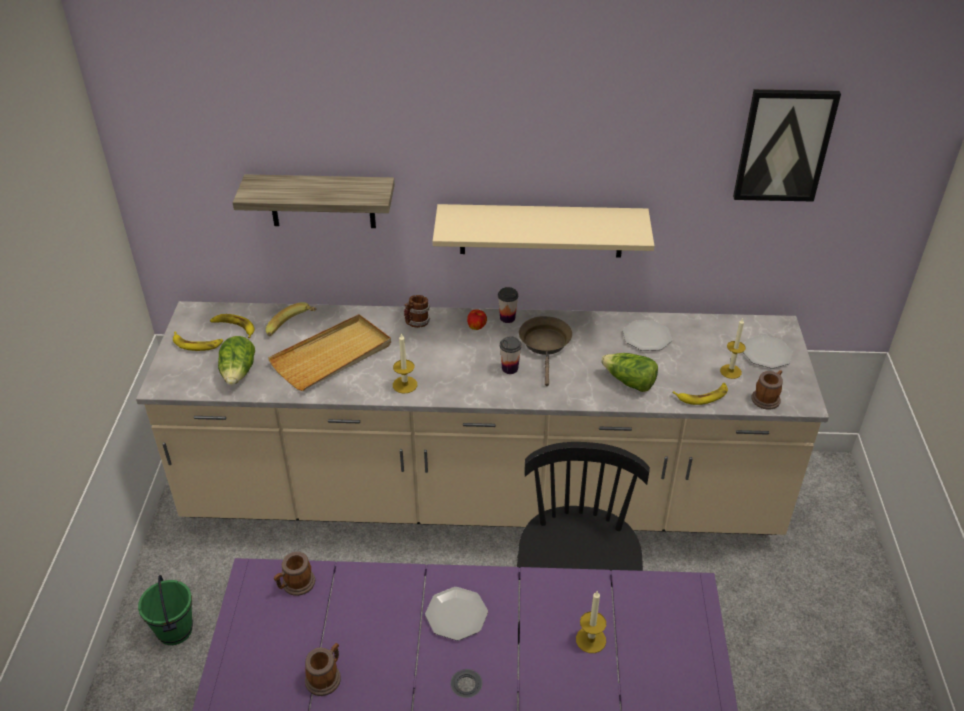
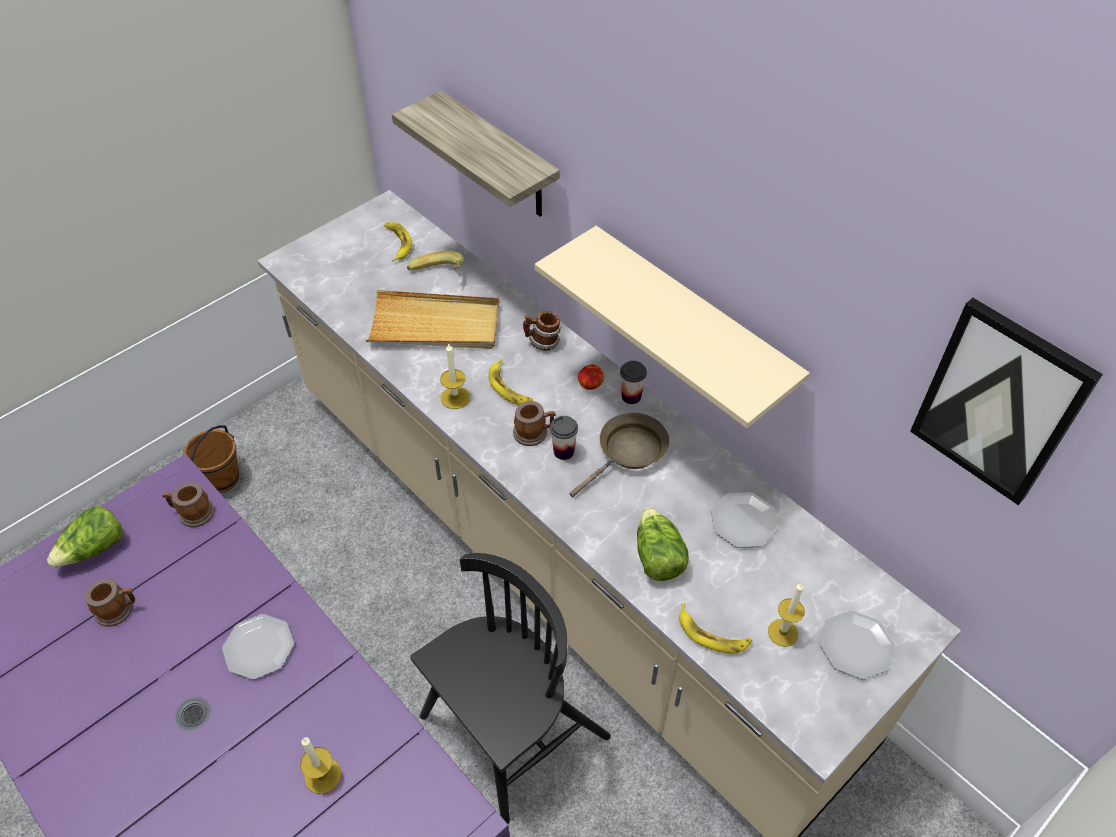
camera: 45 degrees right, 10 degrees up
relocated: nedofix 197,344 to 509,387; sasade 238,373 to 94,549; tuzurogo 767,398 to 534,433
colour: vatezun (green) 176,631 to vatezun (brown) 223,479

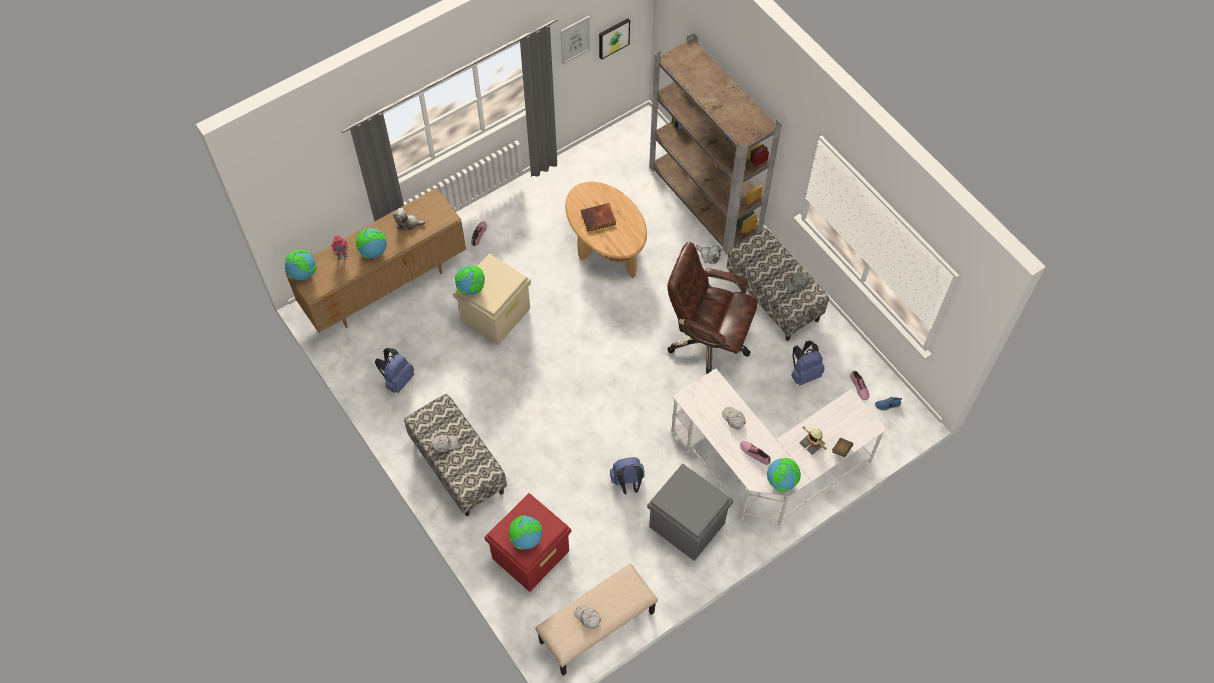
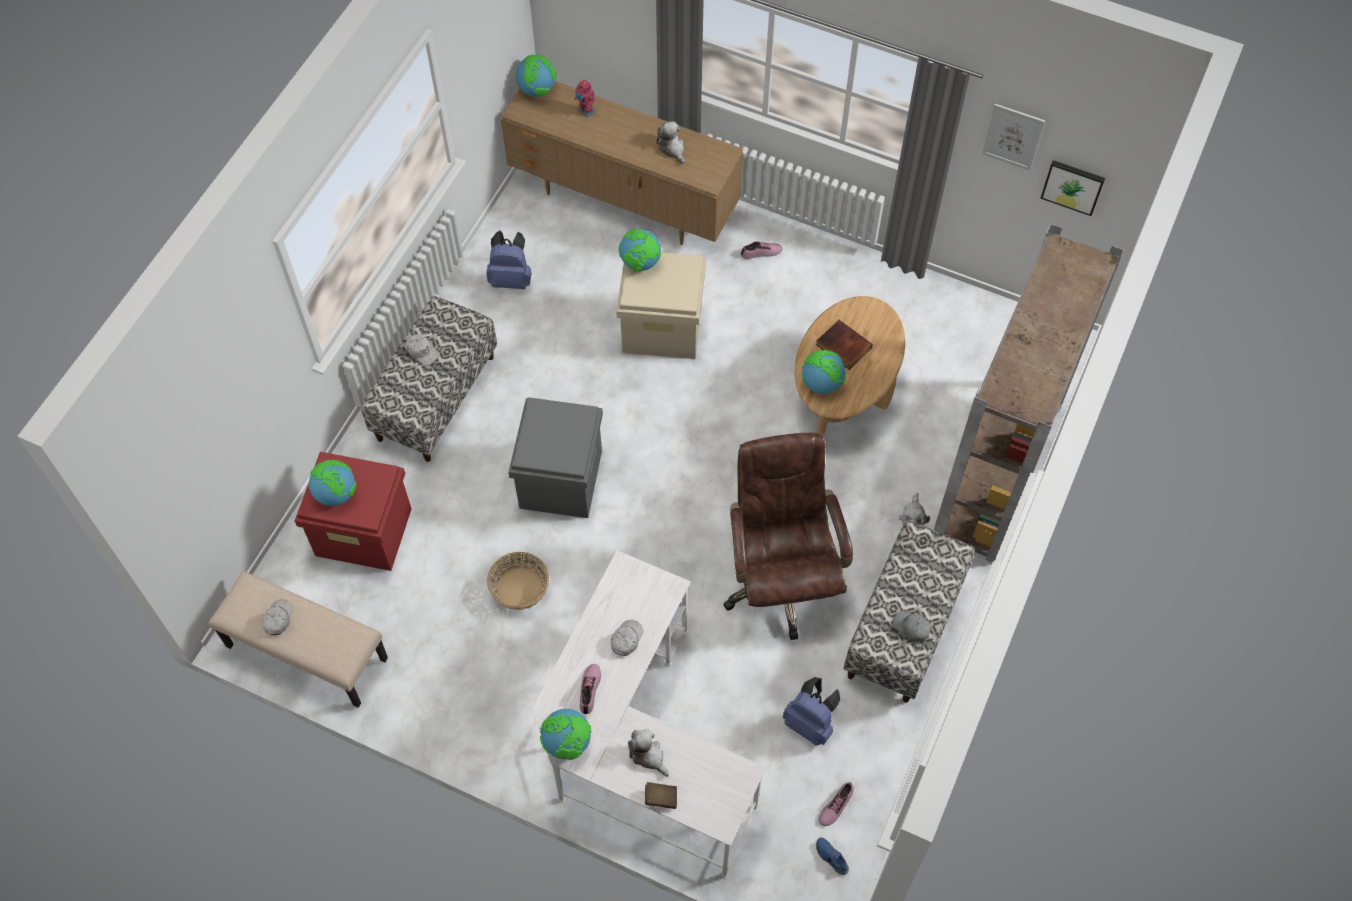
camera: 60 degrees right, 0 degrees up
relocated: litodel 373,251 to 821,383; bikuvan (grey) 686,525 to 560,478
exchanged: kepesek 812,443 to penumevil 648,755; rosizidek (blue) 627,482 to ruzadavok 519,588

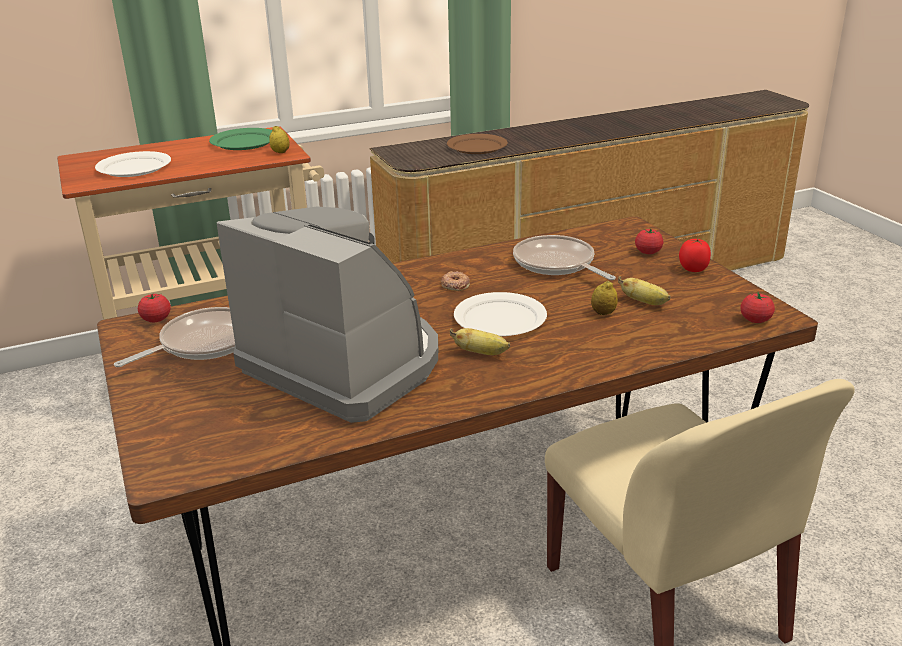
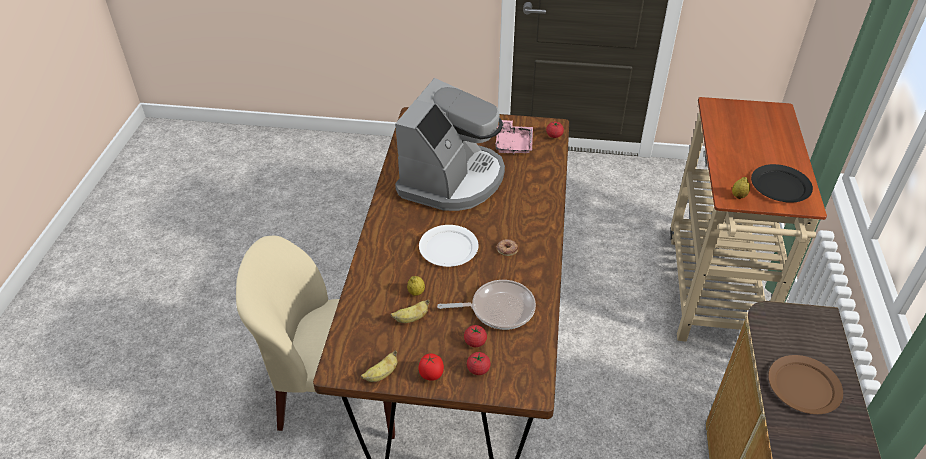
camera: 120 degrees right, 15 degrees up
missing: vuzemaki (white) 133,168
relocated: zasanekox 755,320 to 475,342; nedofix 481,353 to 381,375
exchanged: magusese 203,343 to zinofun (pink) 513,144
colour: vuzemaki (green) 244,142 to vuzemaki (black) 781,186
spun: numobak 345,364 = 452,179 45 degrees counterclockwise

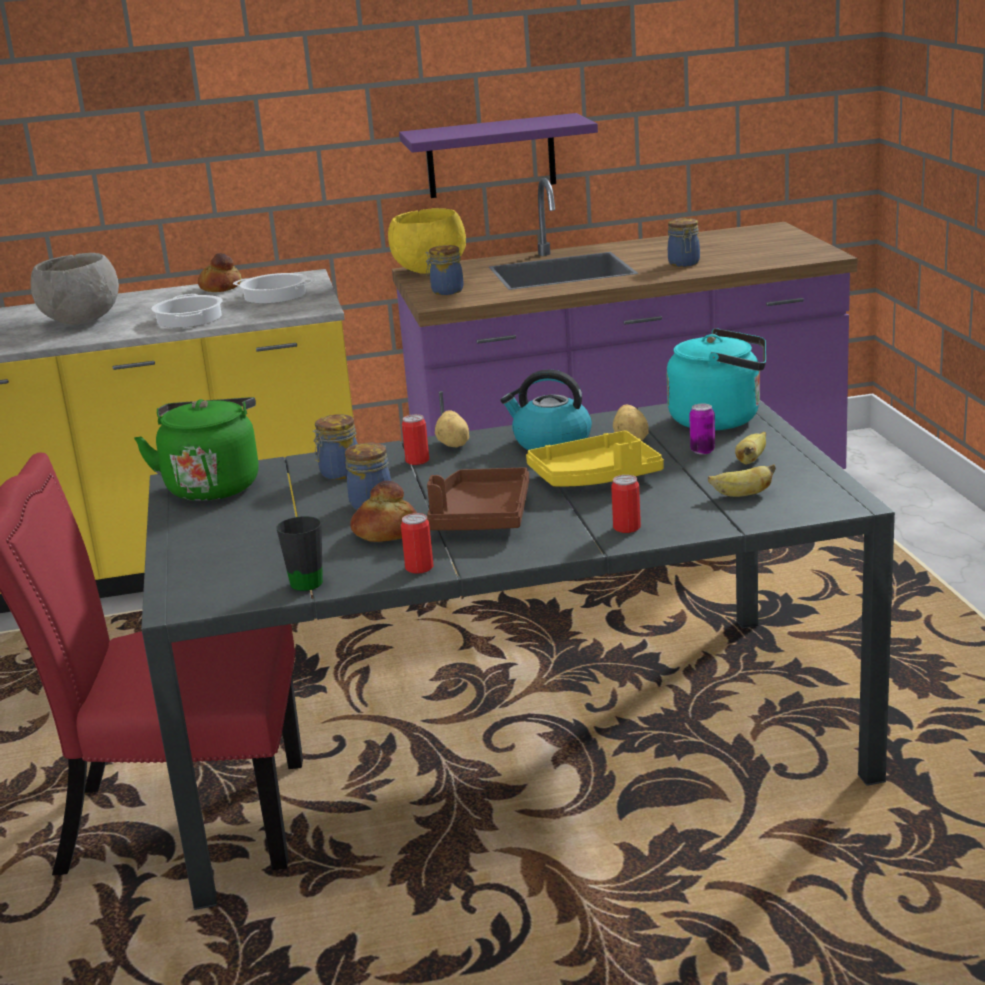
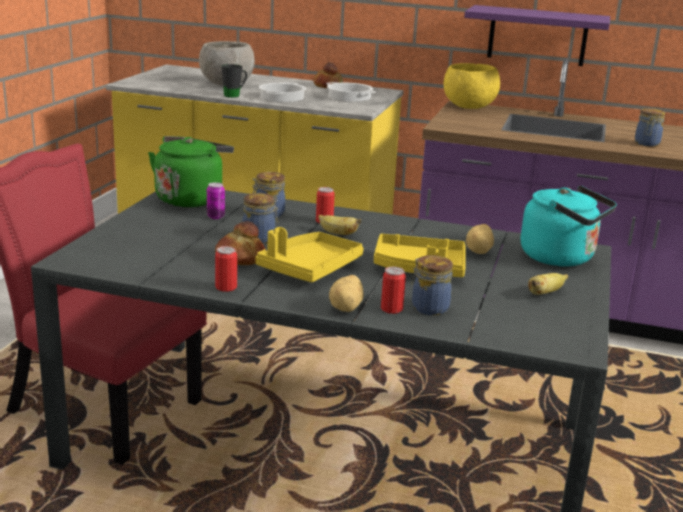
camera: 25 degrees right, 0 degrees up
missing: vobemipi 550,442
relocated: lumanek 446,291 to 428,307; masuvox 702,451 to 215,217; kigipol 454,444 to 347,308; nedofix 742,495 to 337,233; tuzurogo (black) 310,579 to 235,95
colour: zinofun (brown) 480,516 to zinofun (yellow) 309,268

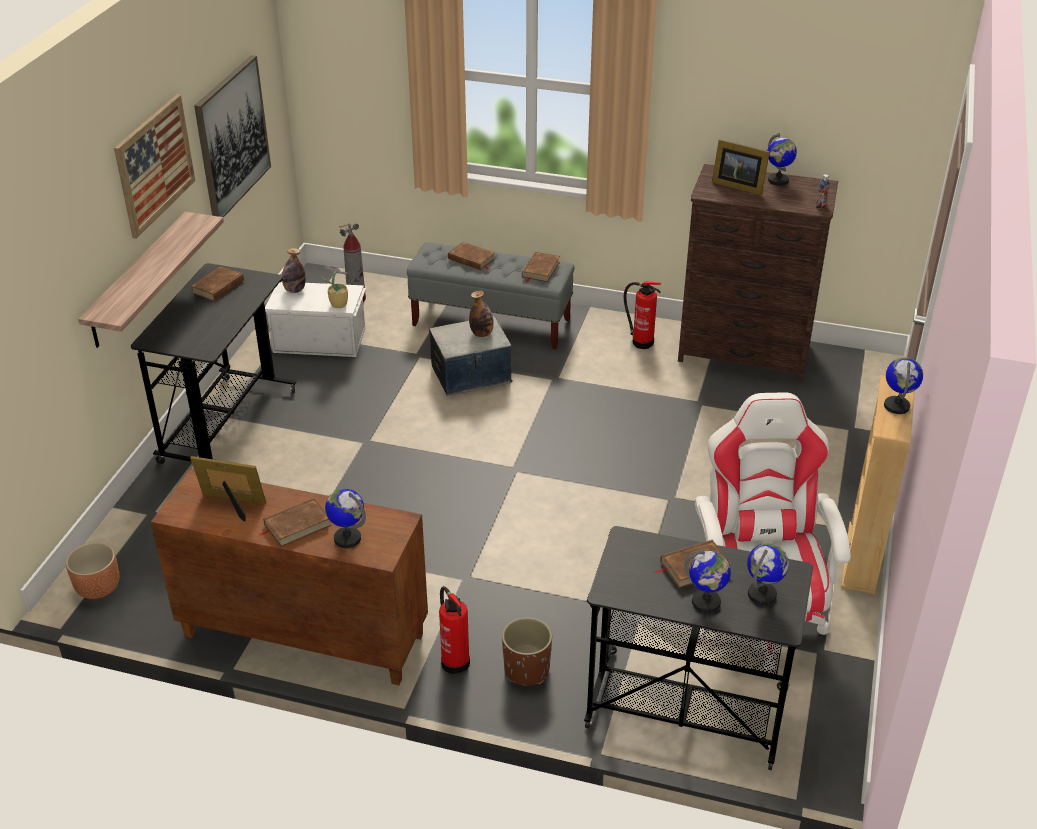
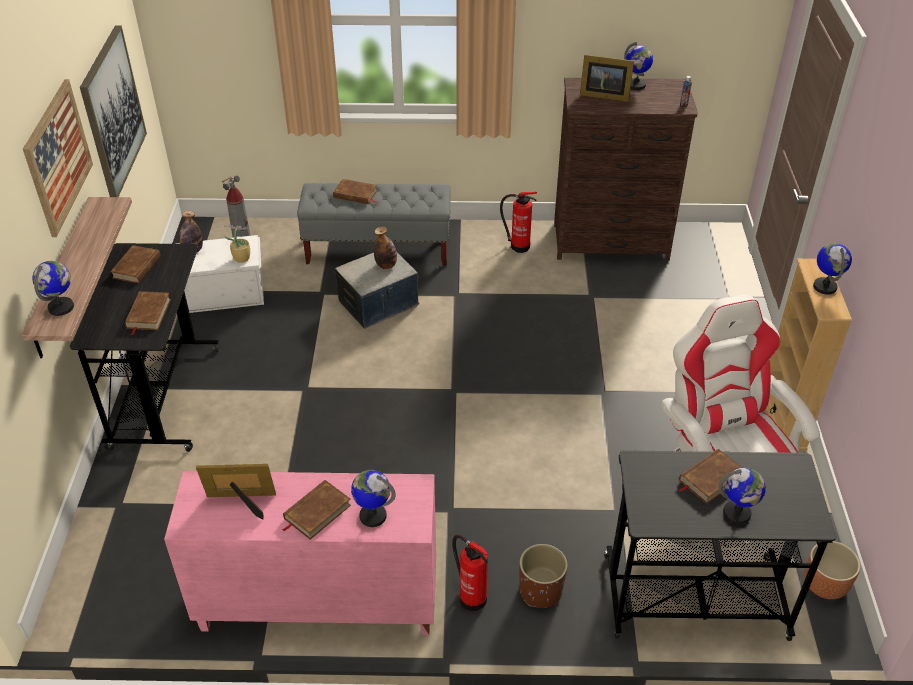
camera: 15 degrees left, 5 degrees up
relocated: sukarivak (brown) 540,270 to 148,314; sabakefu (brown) 98,588 to 825,585; litodel 762,594 to 61,307
colour: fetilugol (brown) 302,636 to fetilugol (pink) 317,604

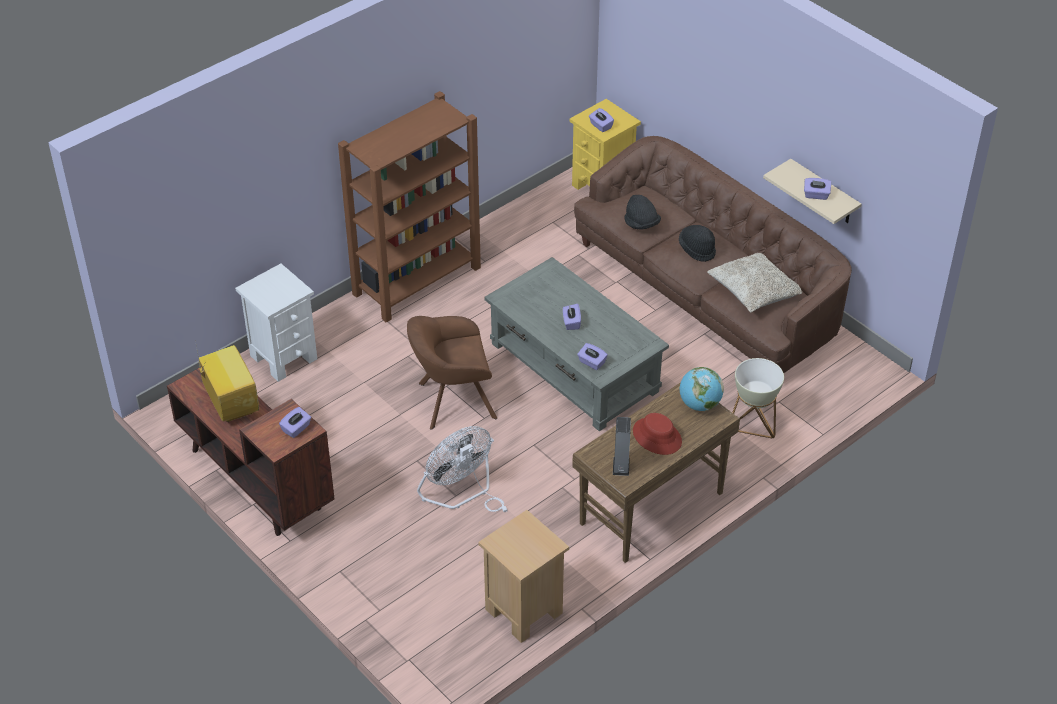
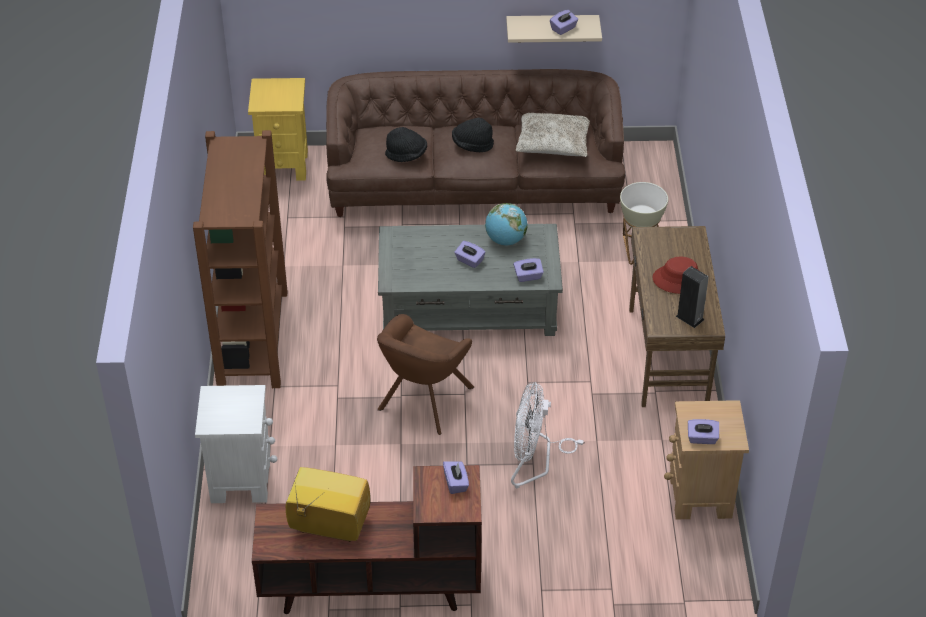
camera: 50 degrees left, 0 degrees up
relocated: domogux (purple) 600,126 to 702,438; litodel 699,404 to 506,240

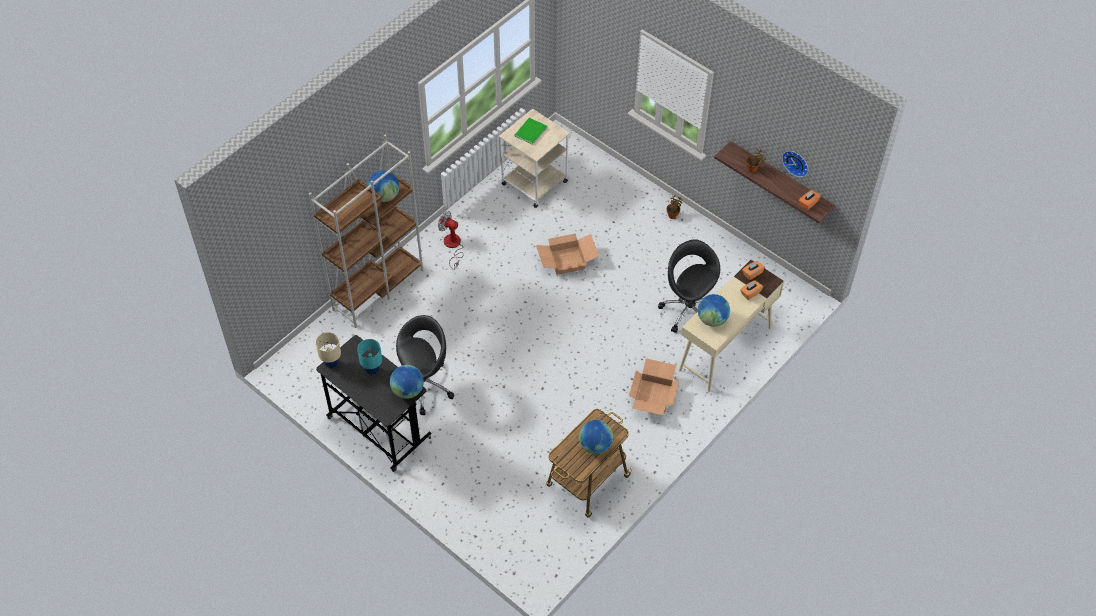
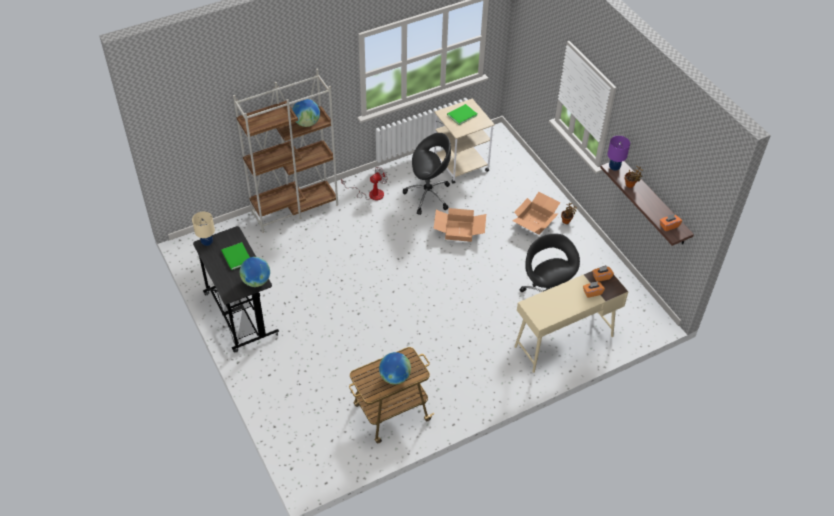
camera: 20 degrees right, 5 degrees down
missing: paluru 796,162; litodel 712,319
appeared: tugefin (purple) 614,168
relocated: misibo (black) 425,385 to 429,195; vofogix 652,395 to 534,220
exchanged: tugefin (turquoise) 372,371 to sukarivak (green) 236,257
spun: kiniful 452,246 = 370,194 90 degrees clockwise

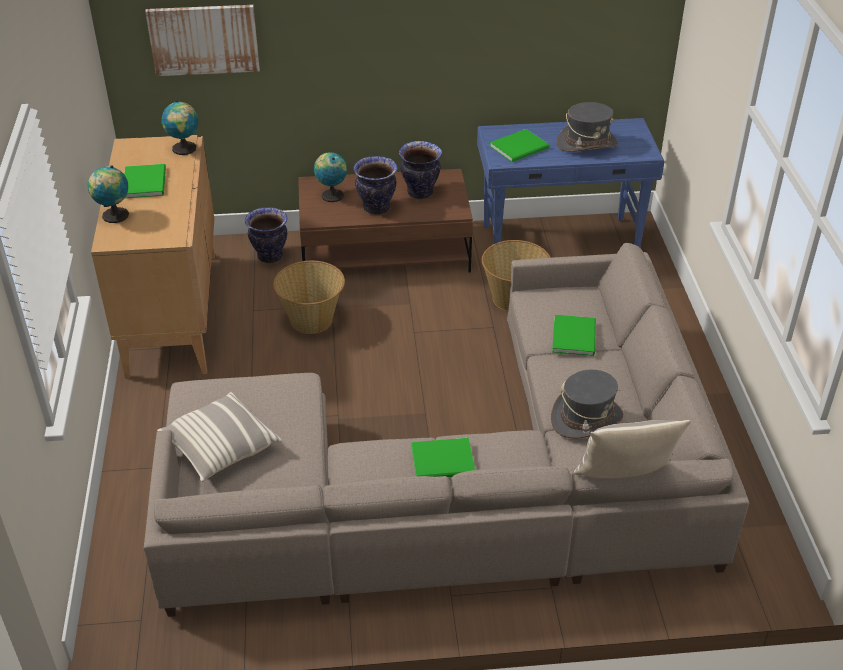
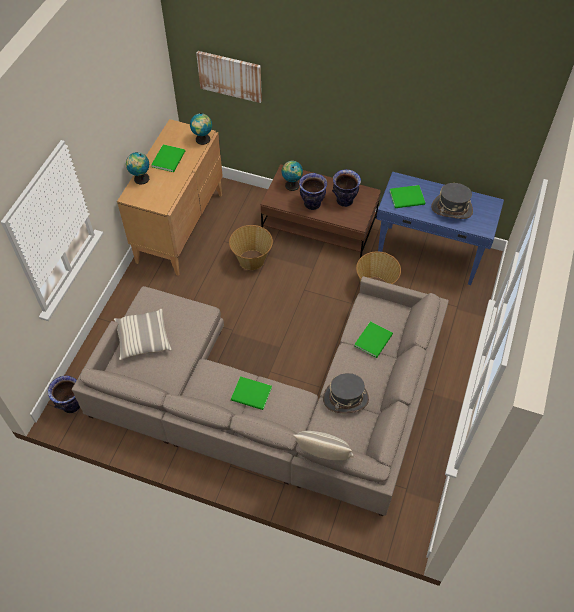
camera: 25 degrees right, 15 degrees up
relocated: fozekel 269,256 to 71,405

